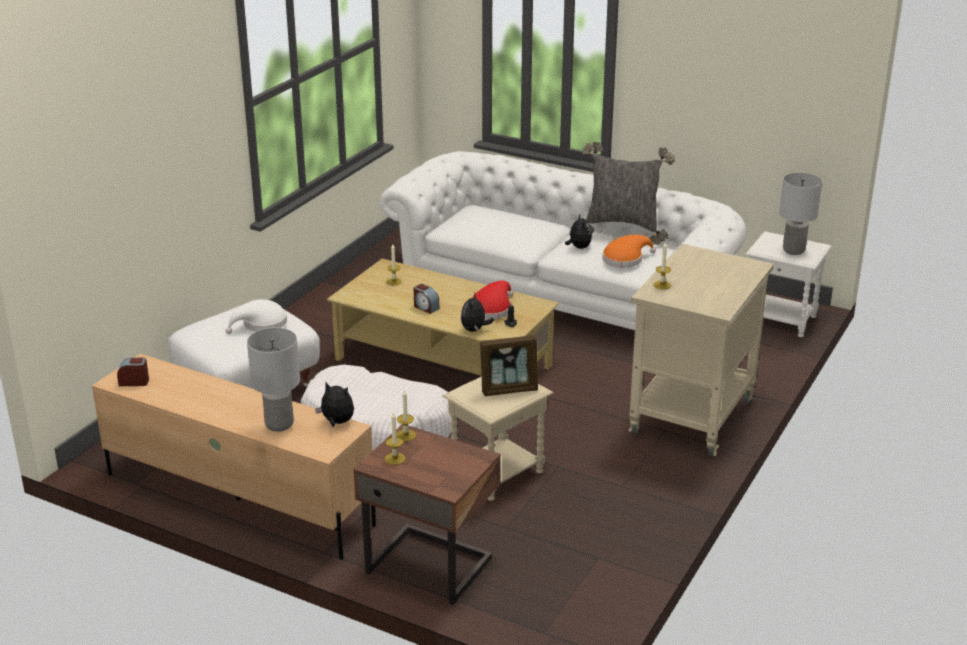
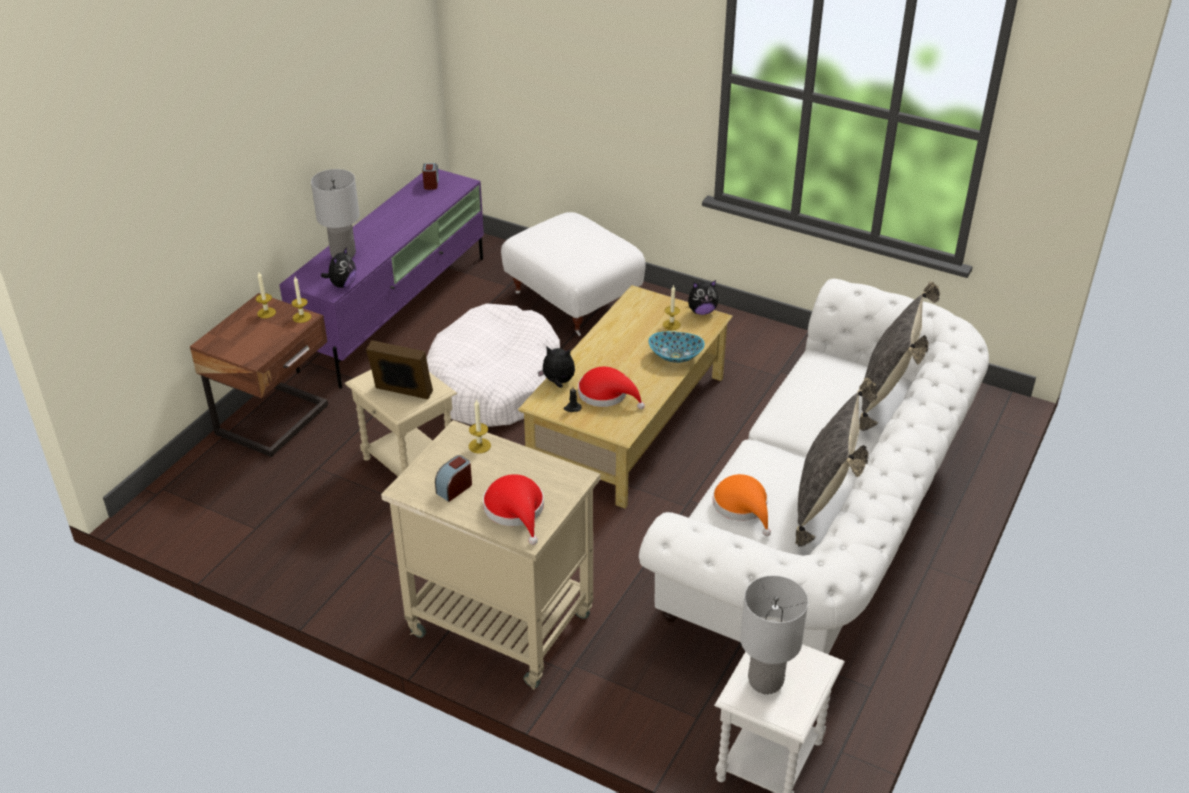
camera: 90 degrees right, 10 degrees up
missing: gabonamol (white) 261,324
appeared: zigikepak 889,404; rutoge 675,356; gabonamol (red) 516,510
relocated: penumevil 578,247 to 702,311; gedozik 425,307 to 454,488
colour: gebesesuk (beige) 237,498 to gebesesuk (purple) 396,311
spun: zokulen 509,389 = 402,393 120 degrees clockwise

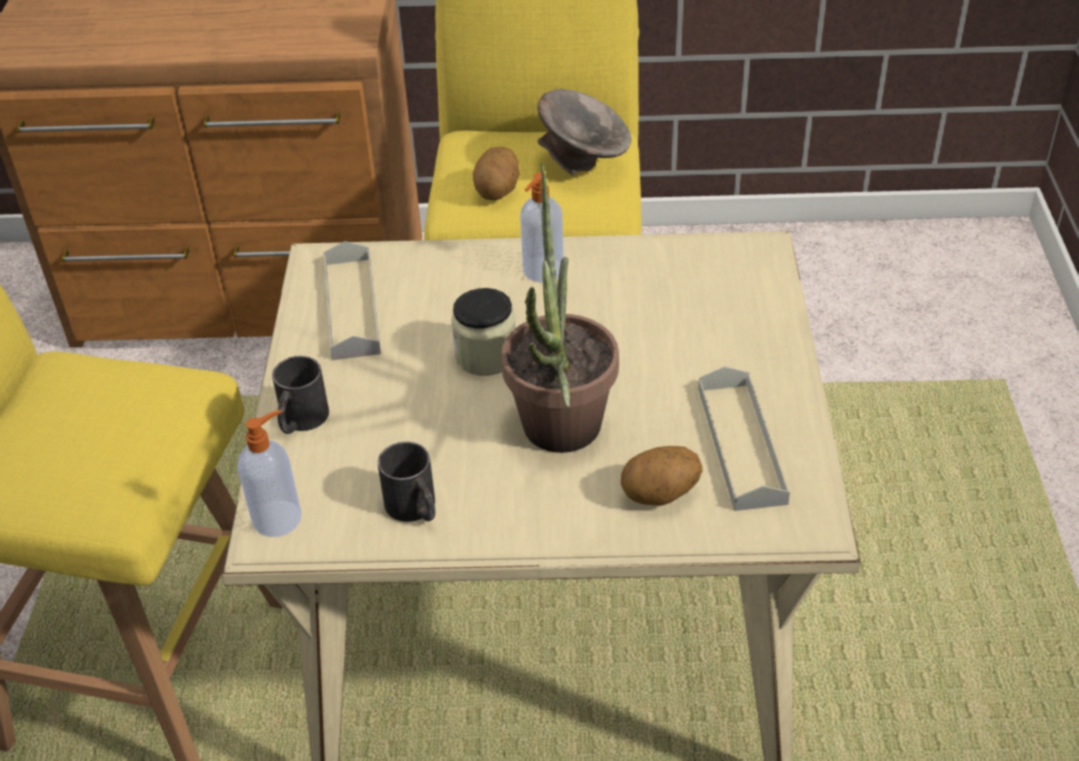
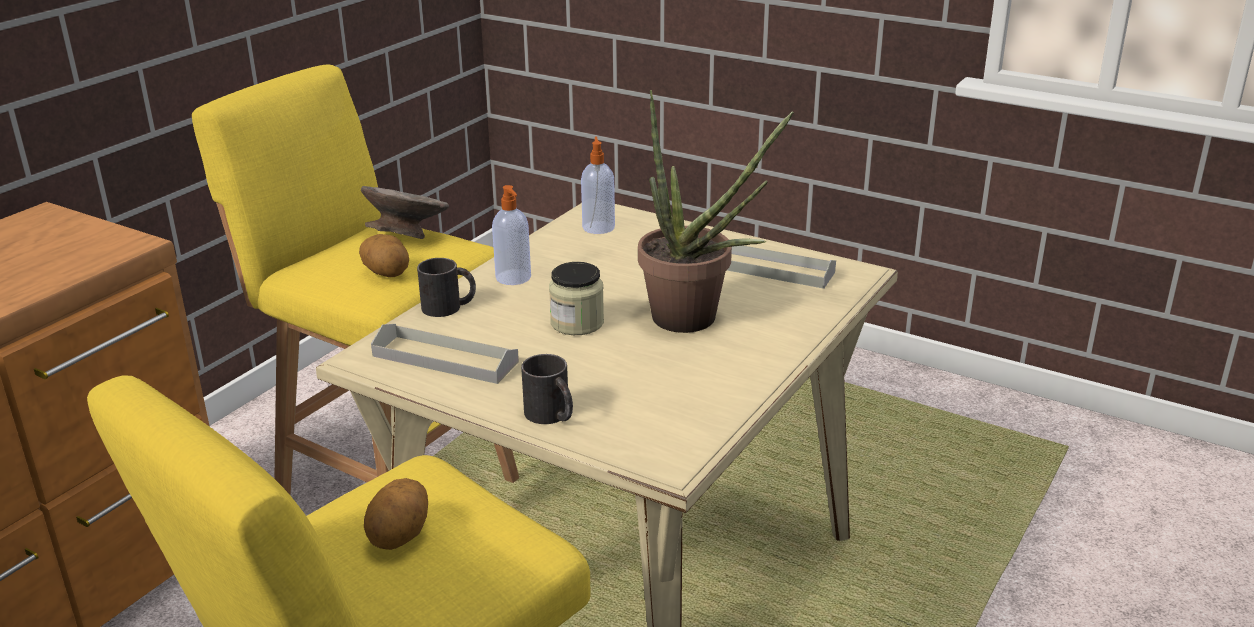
camera: 60 degrees left, 15 degrees down
relocated: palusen 279,518 to 598,227; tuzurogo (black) 415,509 to 449,307; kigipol 660,495 to 400,536

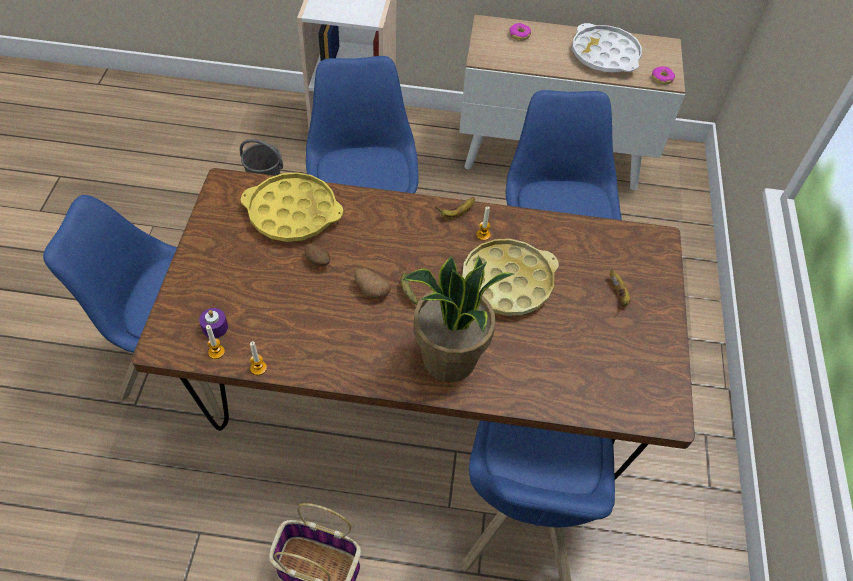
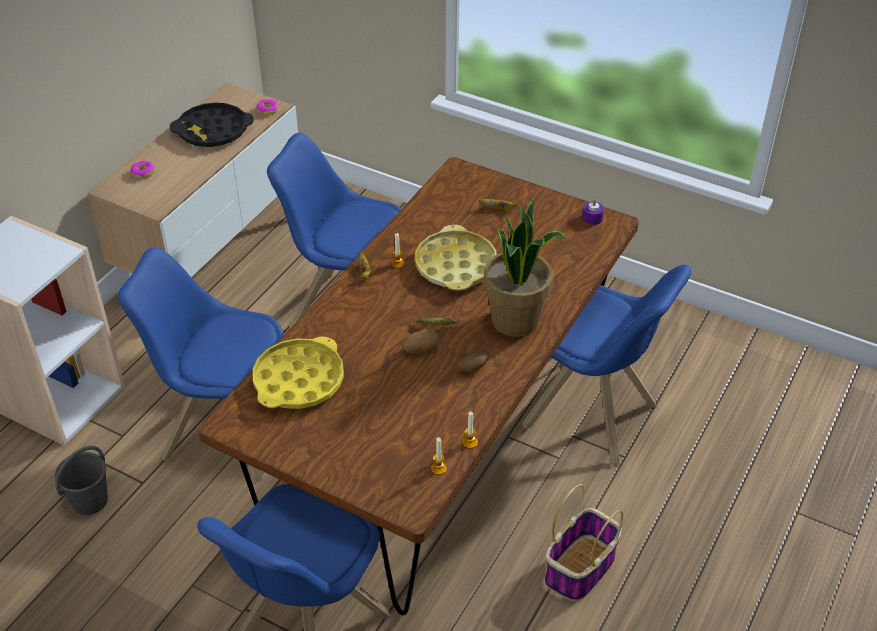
camera: 65 degrees left, 10 degrees down
relocated: kigipol 318,261 to 472,369; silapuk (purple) 215,327 to 592,218
colour: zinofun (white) 604,55 to zinofun (black) 213,131

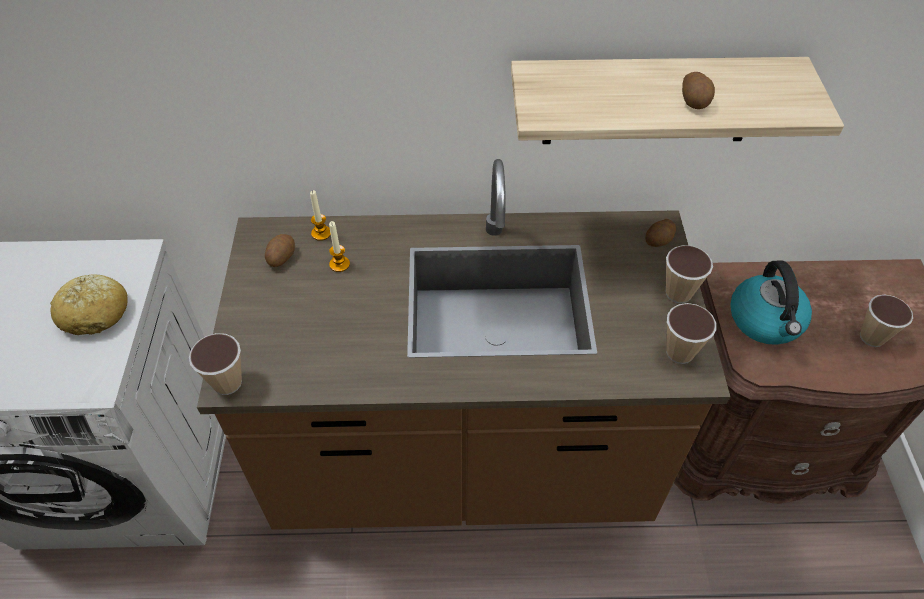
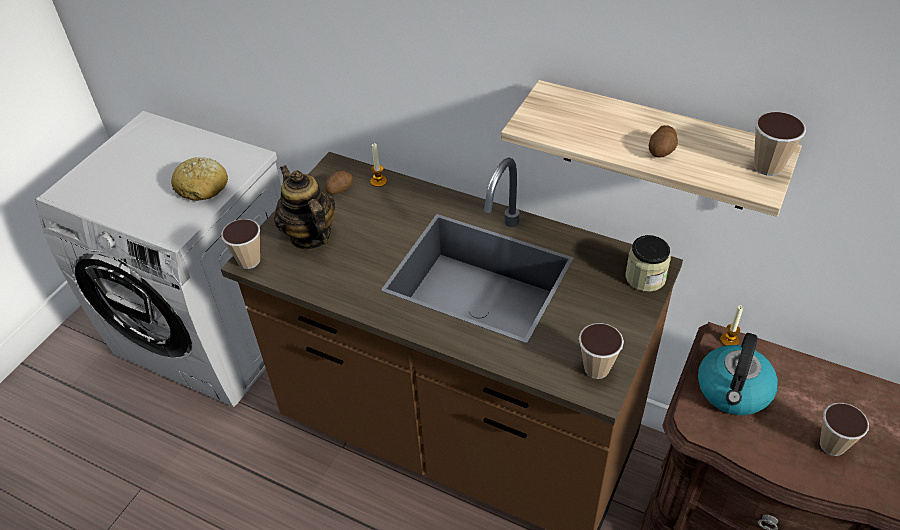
camera: 30 degrees right, 5 degrees down
appeared: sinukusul 309,236
relocated: silapuk 339,264 to 729,340; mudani 678,293 to 768,167
exchanged: kigipol 659,241 to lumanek 645,277

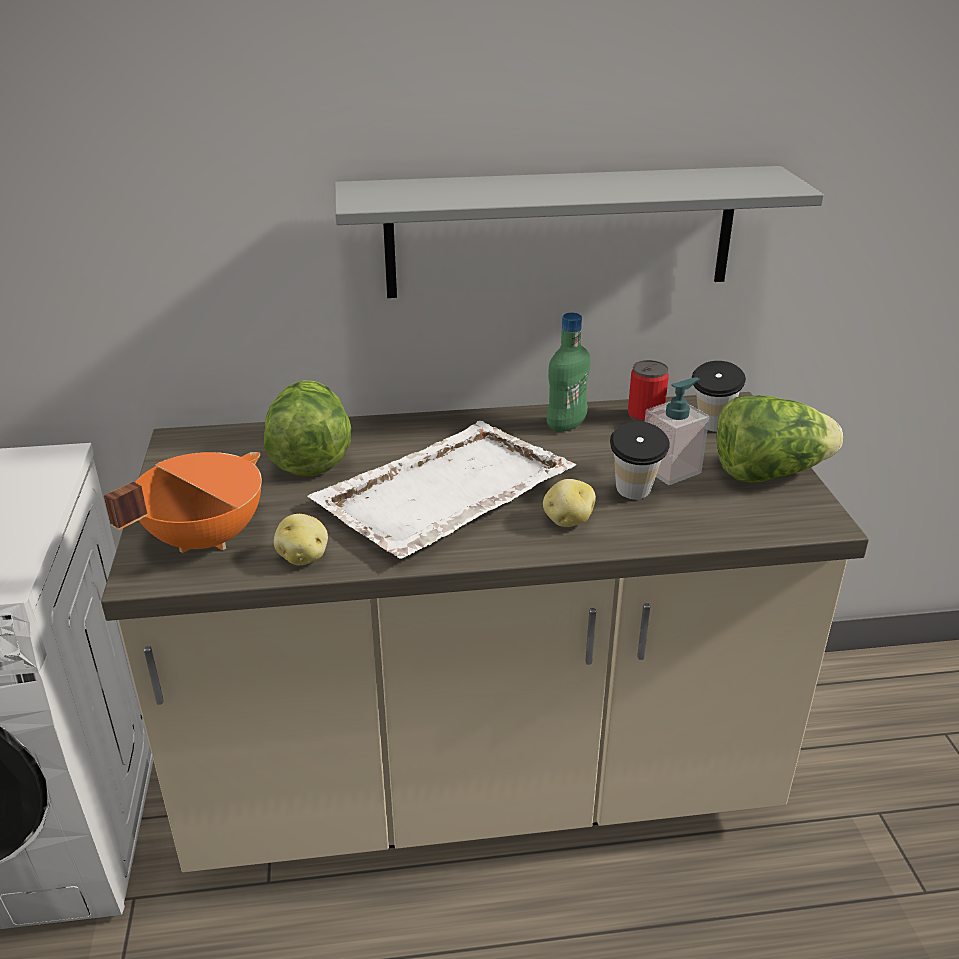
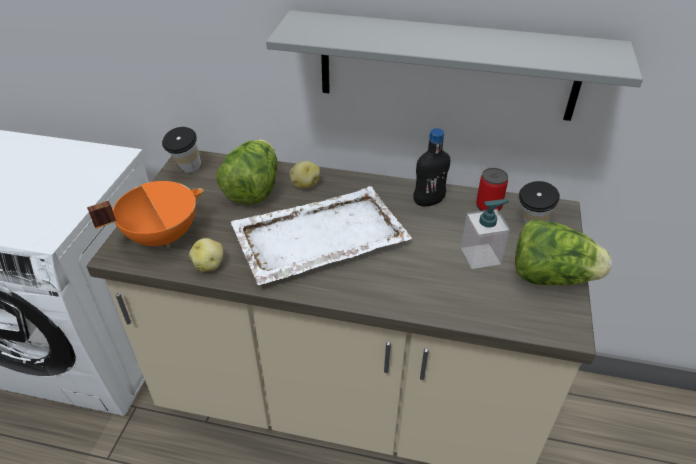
camera: 20 degrees right, 10 degrees up
relocated: mudani 634,497 to 187,170; kigipol 567,521 to 305,184
colour: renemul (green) 566,425 to renemul (black) 428,201

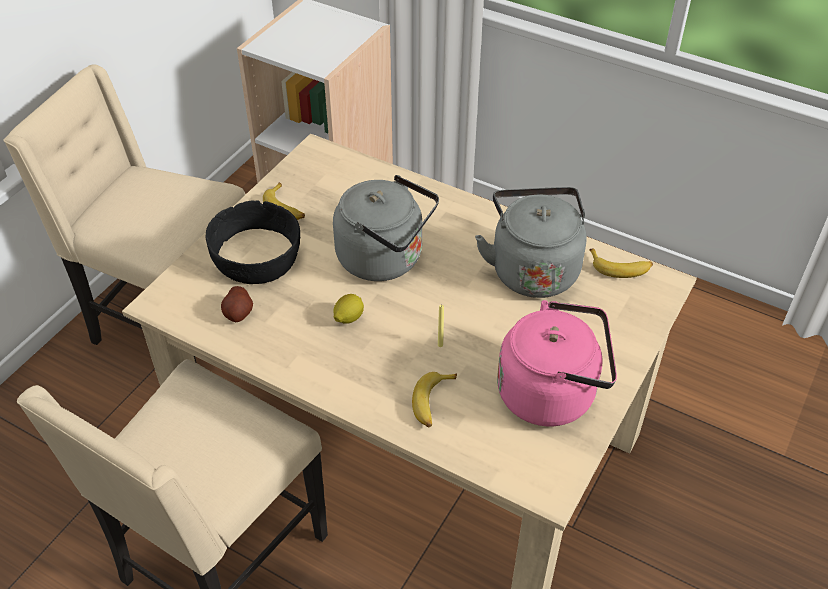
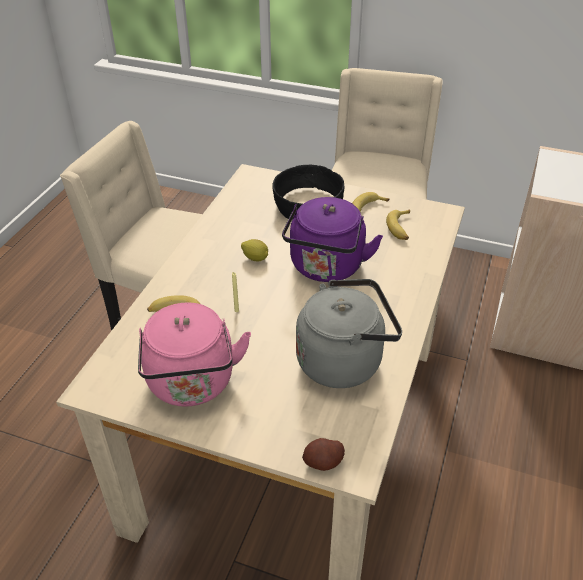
camera: 80 degrees right, 5 degrees down
relocated: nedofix 620,267 to 400,228; kigipol 238,313 to 323,462
colour: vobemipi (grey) 385,259 to vobemipi (purple) 326,268

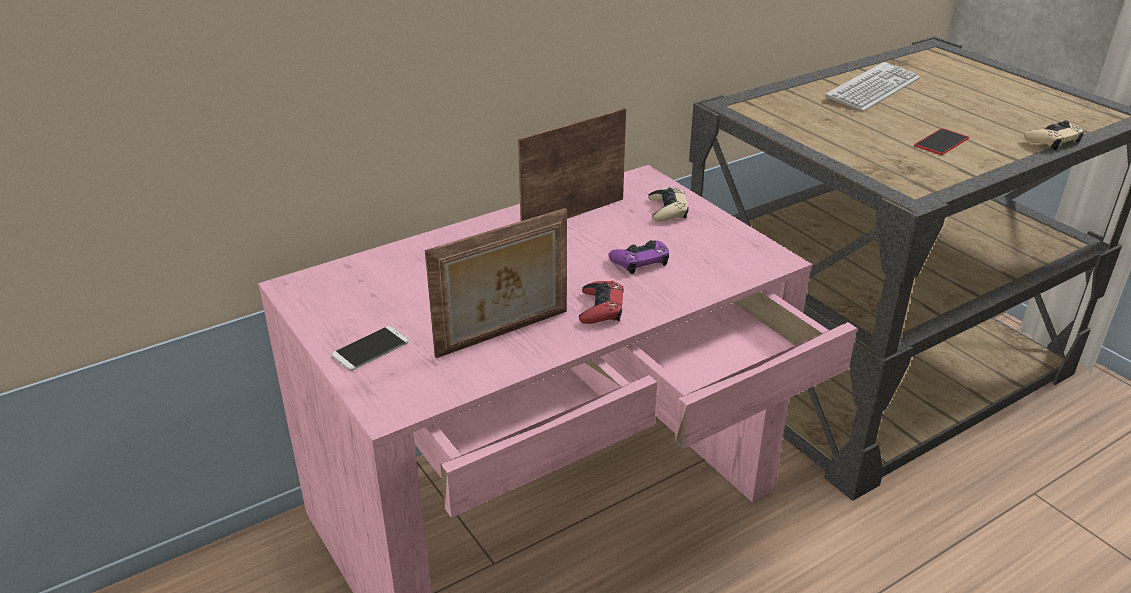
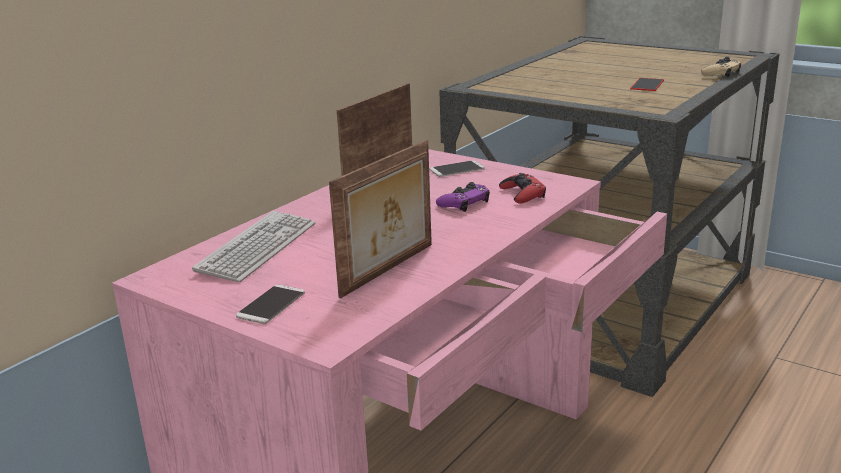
camera: 20 degrees left, 10 degrees down
relocated: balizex 873,89 to 258,247; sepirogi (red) 601,308 to 522,194
exchanged: sepirogi (beige) 667,210 to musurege 457,169

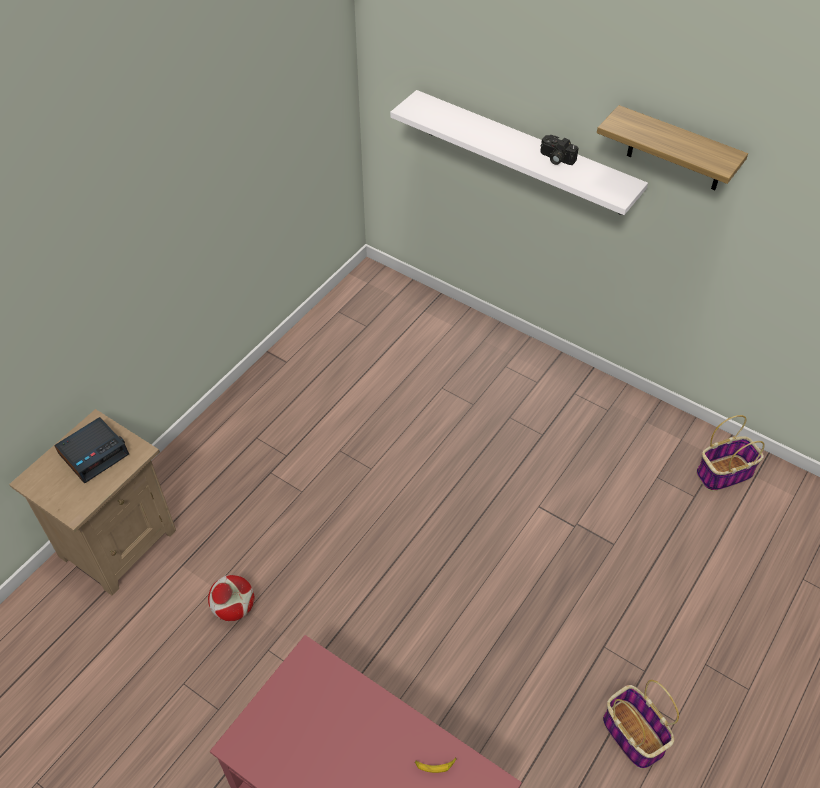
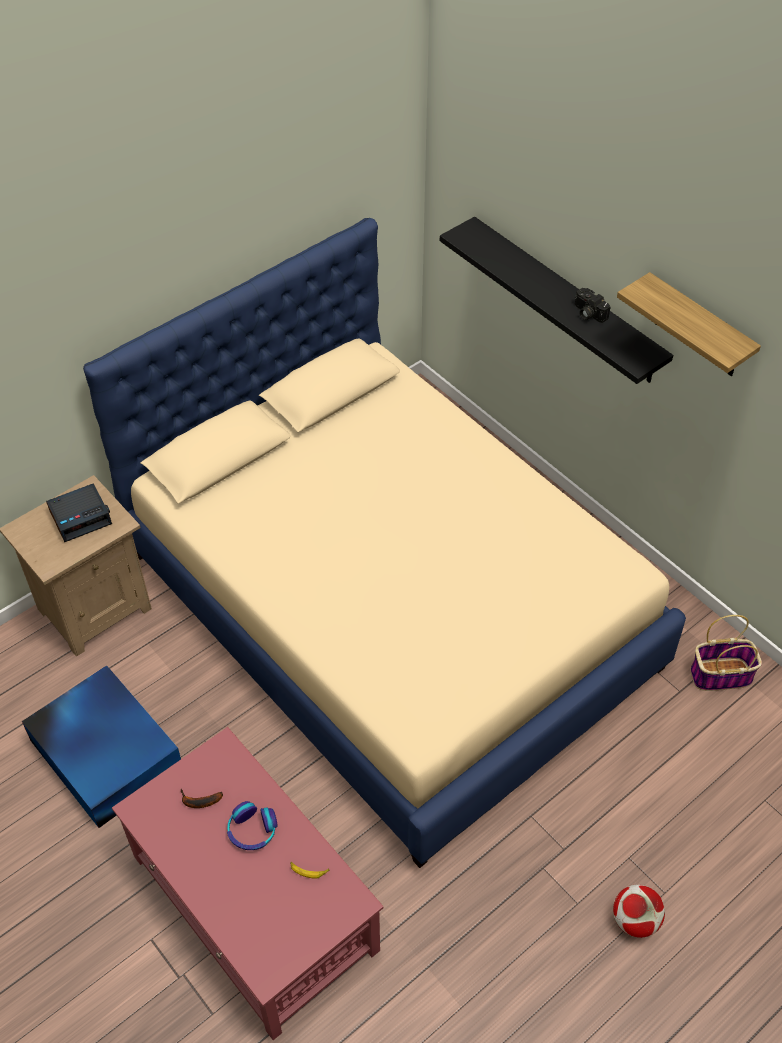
camera: 15 degrees right, 0 degrees up
missing: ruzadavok 631,734
appeared: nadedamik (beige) 389,608; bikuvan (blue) 106,752; nedofix 199,802; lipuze 252,831
relocated: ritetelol 234,608 to 635,920
colour: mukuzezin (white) 524,153 to mukuzezin (black) 566,300

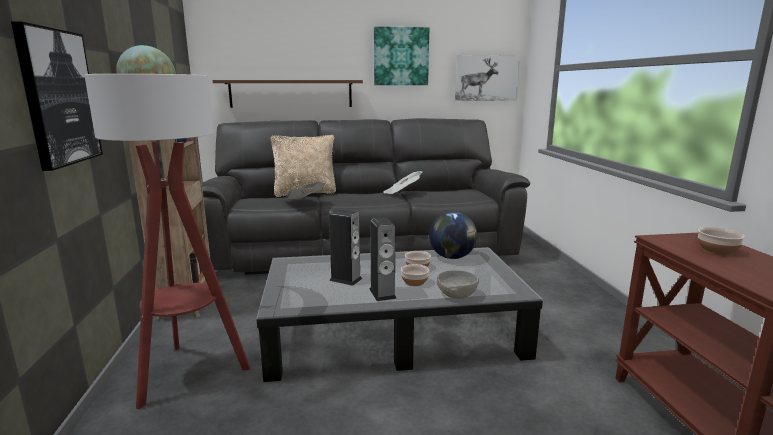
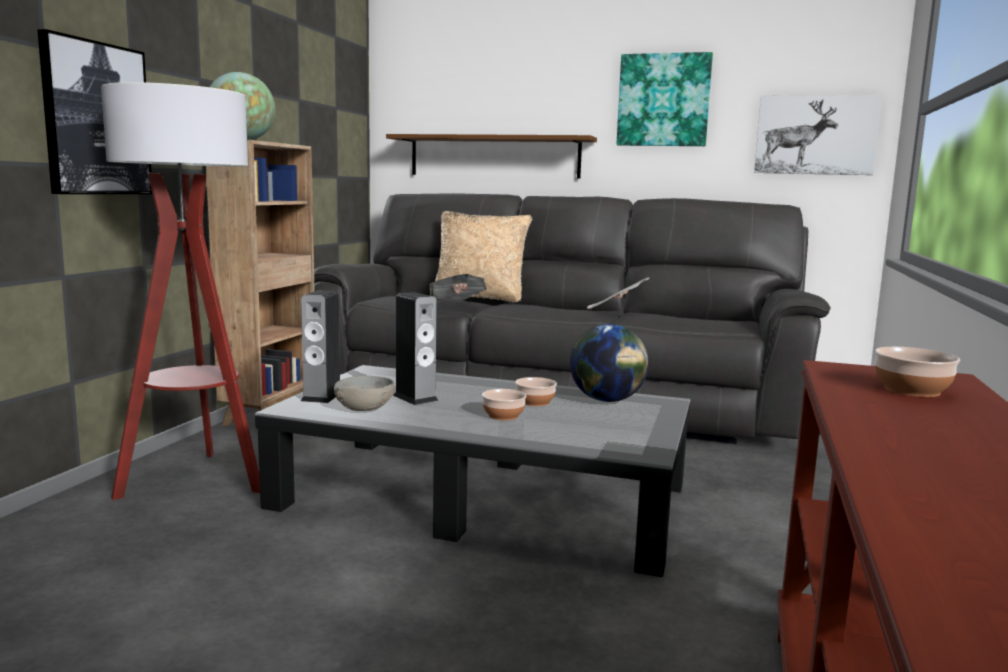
camera: 25 degrees right, 5 degrees down
relocated: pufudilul 382,293 to 322,396; rutoge (grey) 456,294 to 364,407

